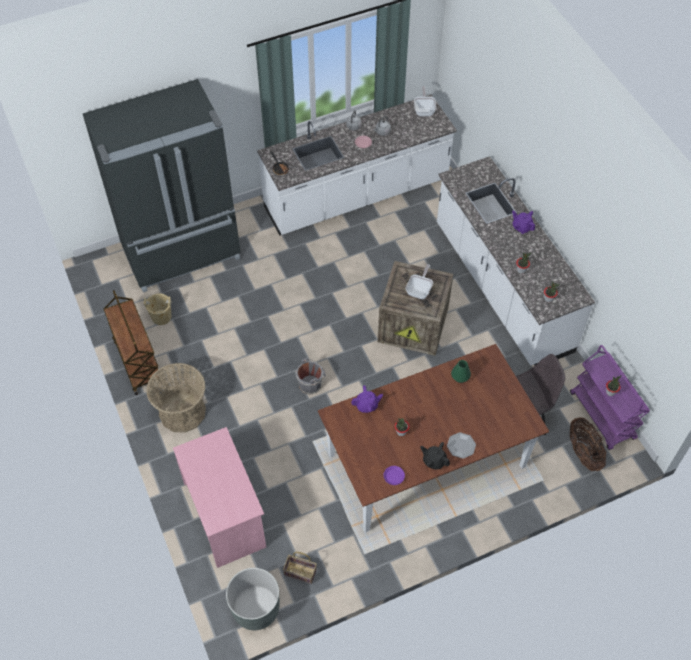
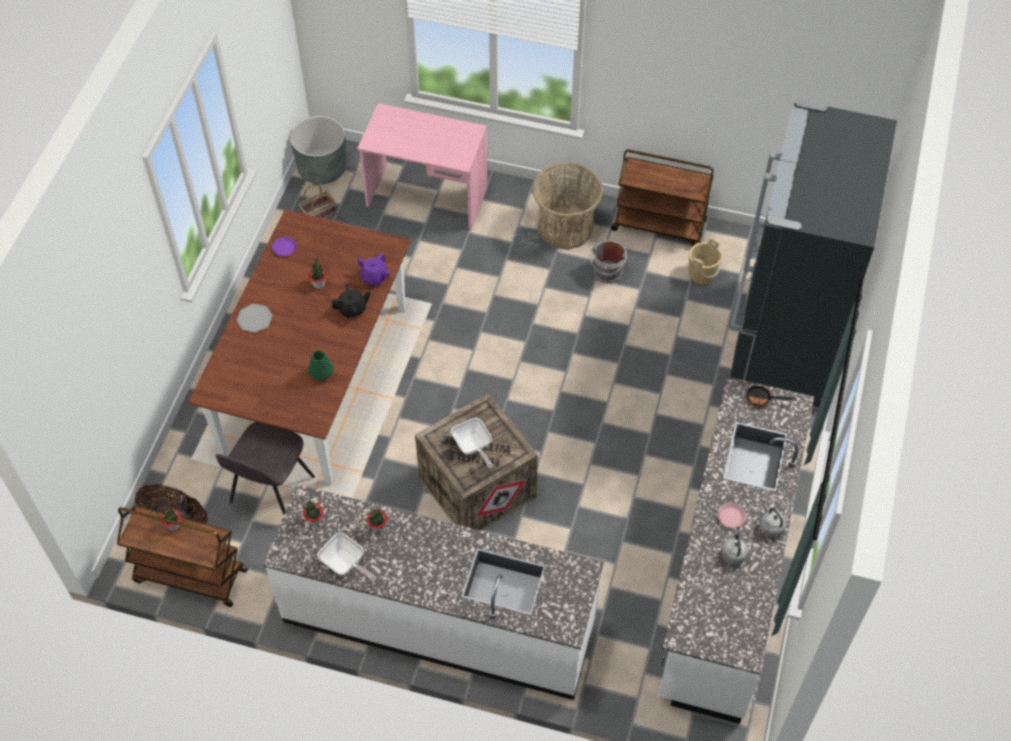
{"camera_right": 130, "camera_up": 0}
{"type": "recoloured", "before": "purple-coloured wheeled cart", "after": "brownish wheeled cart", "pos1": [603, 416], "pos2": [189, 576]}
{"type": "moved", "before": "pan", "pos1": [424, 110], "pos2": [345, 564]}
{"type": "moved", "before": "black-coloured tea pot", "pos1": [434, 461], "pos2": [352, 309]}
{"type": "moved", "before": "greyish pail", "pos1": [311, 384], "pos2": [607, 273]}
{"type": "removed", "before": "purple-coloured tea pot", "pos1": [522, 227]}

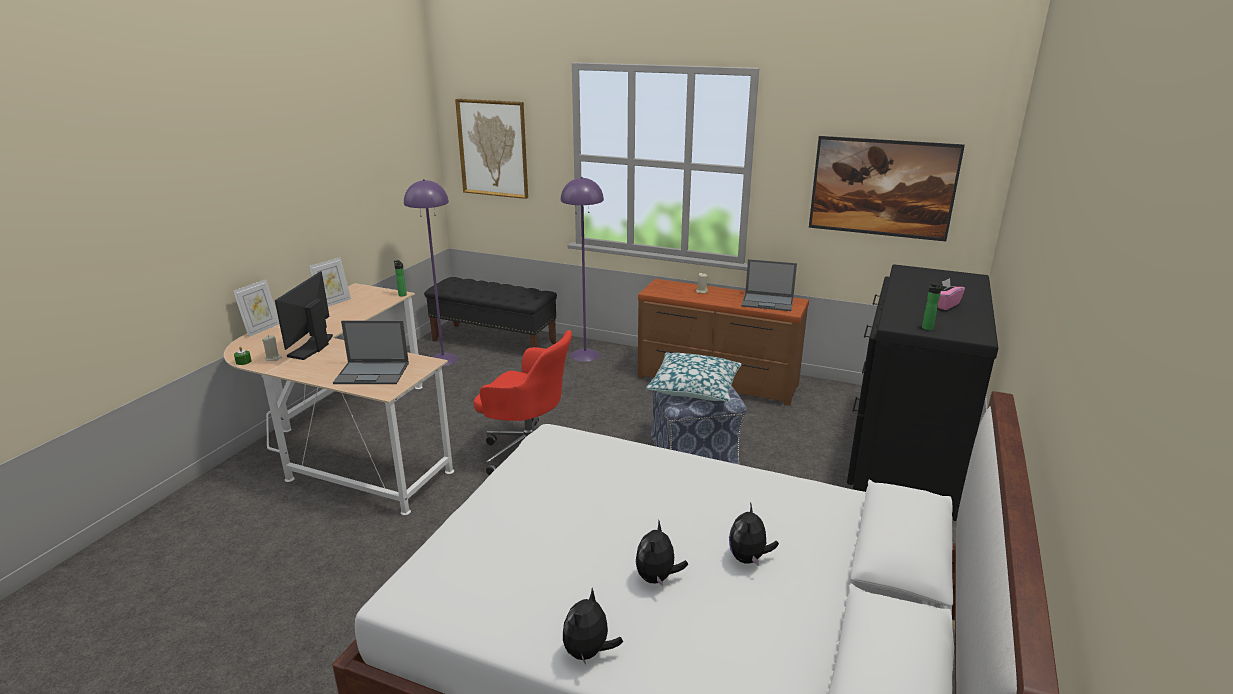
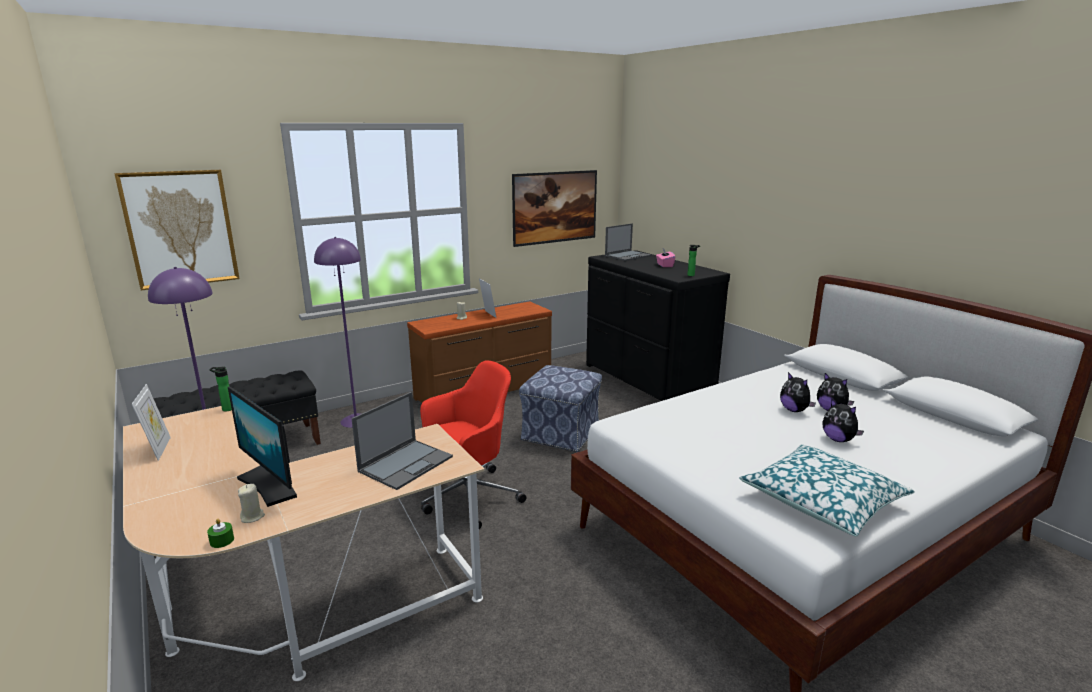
{"camera_right": -55, "camera_up": -5}
{"type": "moved", "before": "photo frame", "pos1": [262, 329], "pos2": [488, 314]}
{"type": "moved", "before": "notebook computer", "pos1": [768, 302], "pos2": [628, 256]}
{"type": "moved", "before": "cushion", "pos1": [694, 387], "pos2": [822, 501]}
{"type": "moved", "before": "cuddly toy", "pos1": [588, 652], "pos2": [794, 410]}

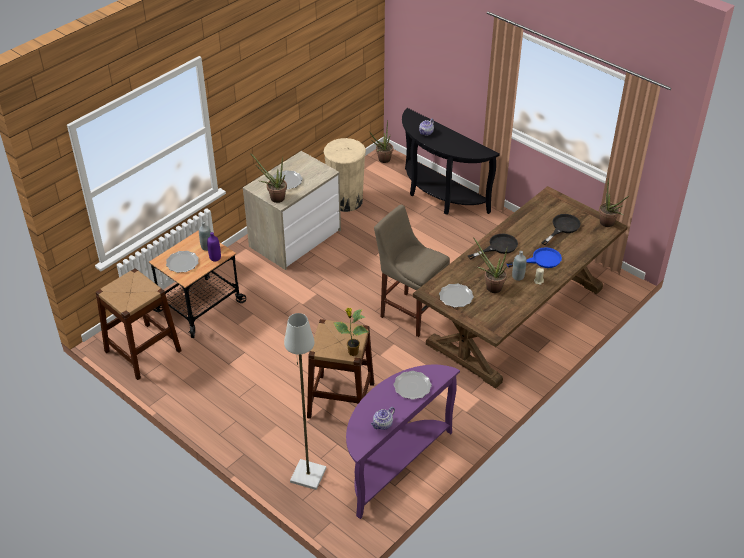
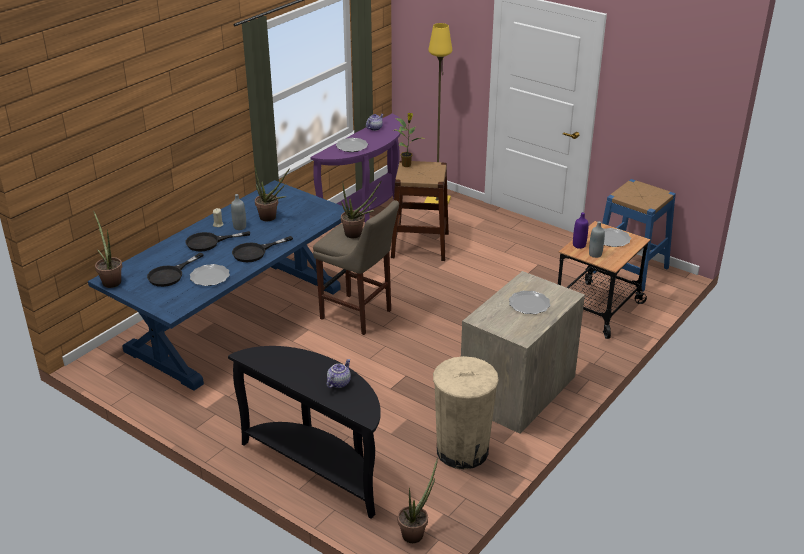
{"camera_right": 175, "camera_up": -10}
{"type": "recoloured", "before": "brownish dining table", "after": "blue-coloured dining table", "pos1": [516, 315], "pos2": [237, 319]}
{"type": "recoloured", "before": "blue-coloured pan", "after": "black-coloured pan", "pos1": [541, 260], "pos2": [209, 242]}
{"type": "moved", "before": "plate", "pos1": [456, 296], "pos2": [210, 277]}
{"type": "moved", "before": "plant in a pot", "pos1": [274, 198], "pos2": [357, 234]}
{"type": "recoloured", "before": "greyish floor lamp", "after": "yellowish floor lamp", "pos1": [307, 475], "pos2": [437, 202]}
{"type": "recoloured", "before": "brownish stool seat", "after": "blue-coloured stool seat", "pos1": [142, 351], "pos2": [630, 269]}

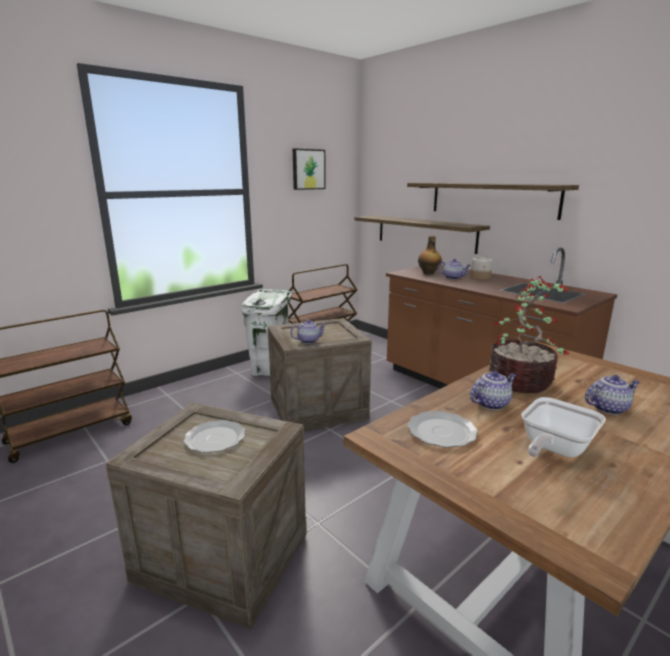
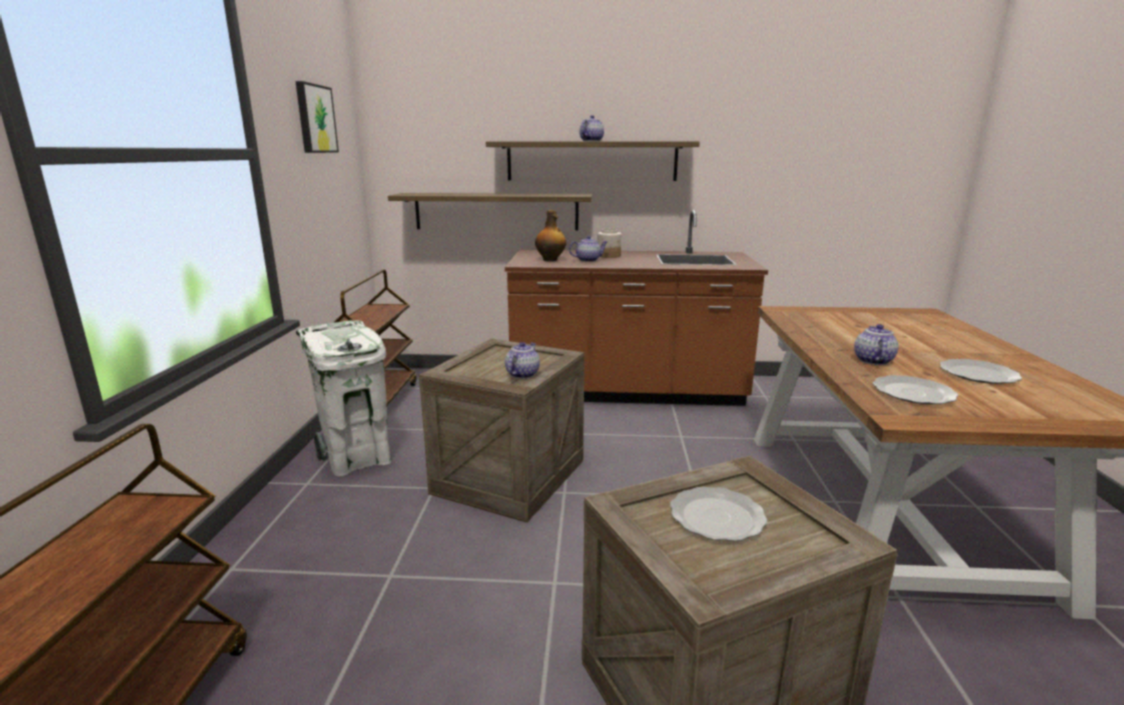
{"camera_right": -45, "camera_up": 0}
{"type": "moved", "before": "tea pot", "pos1": [608, 408], "pos2": [591, 141]}
{"type": "replaced", "before": "pan", "after": "plate", "pos1": [553, 449], "pos2": [978, 374]}
{"type": "removed", "before": "plant in a pot", "pos1": [521, 382]}

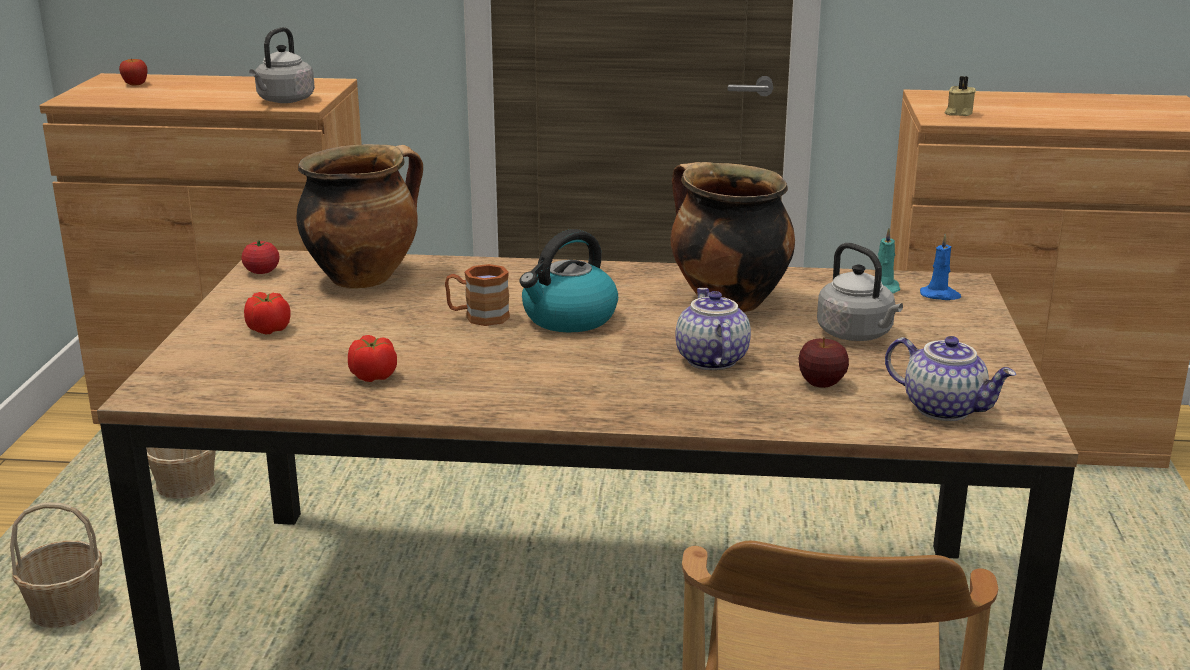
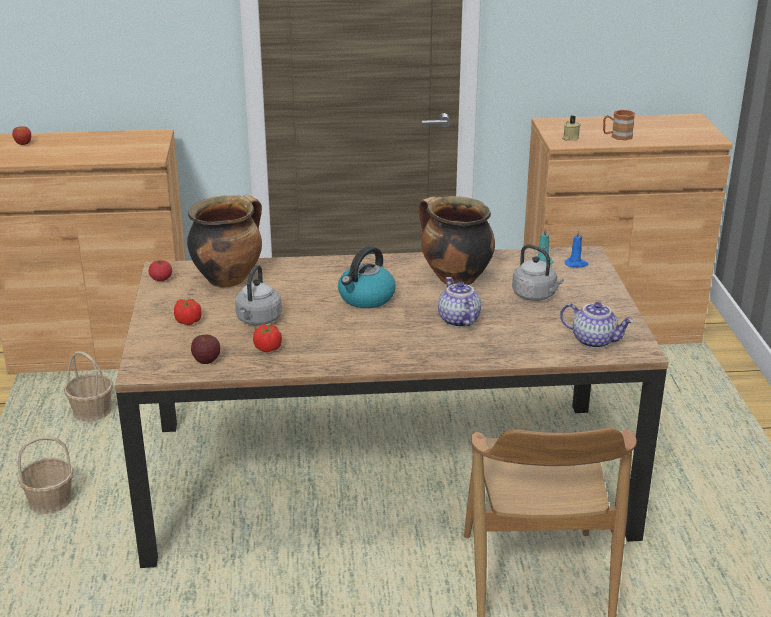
{"camera_right": -10, "camera_up": 5}
{"type": "moved", "before": "whole apple", "pos1": [821, 383], "pos2": [206, 360]}
{"type": "moved", "before": "greyish water kettle", "pos1": [284, 100], "pos2": [258, 320]}
{"type": "moved", "before": "brownish mug", "pos1": [478, 317], "pos2": [617, 136]}

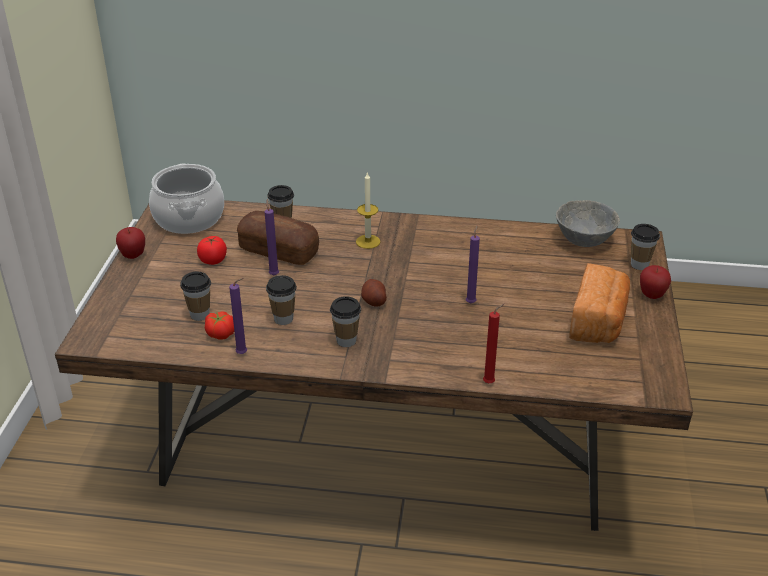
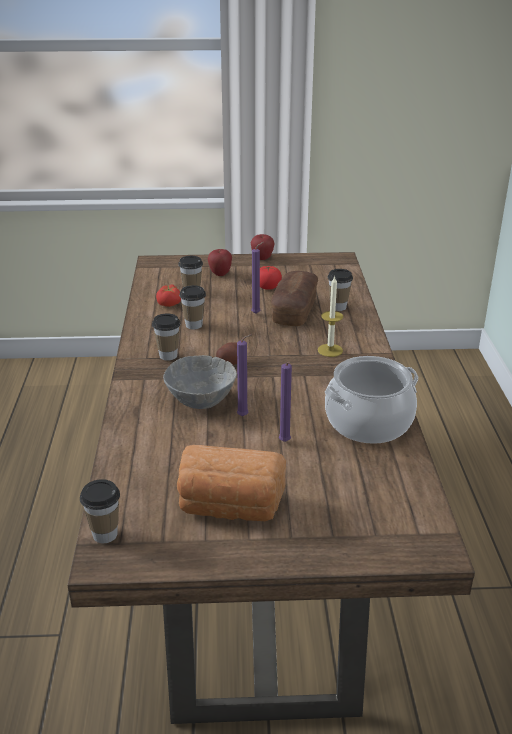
{"camera_right": 80, "camera_up": -5}
{"type": "moved", "before": "cup", "pos1": [639, 265], "pos2": [105, 534]}
{"type": "moved", "before": "greyish deep dish", "pos1": [584, 240], "pos2": [201, 400]}
{"type": "moved", "before": "whole apple", "pos1": [652, 295], "pos2": [220, 274]}
{"type": "moved", "before": "purple-coloured wax candle", "pos1": [243, 354], "pos2": [285, 443]}
{"type": "moved", "before": "saucepot", "pos1": [188, 218], "pos2": [368, 422]}
{"type": "removed", "before": "red-coloured wax candle", "pos1": [490, 382]}

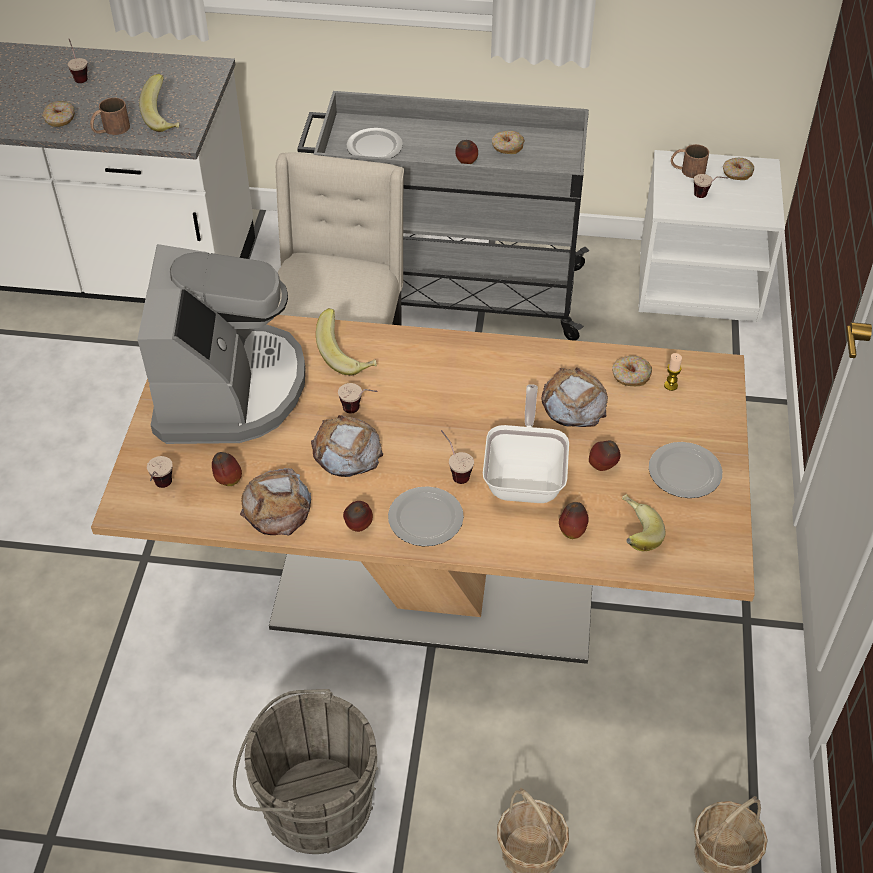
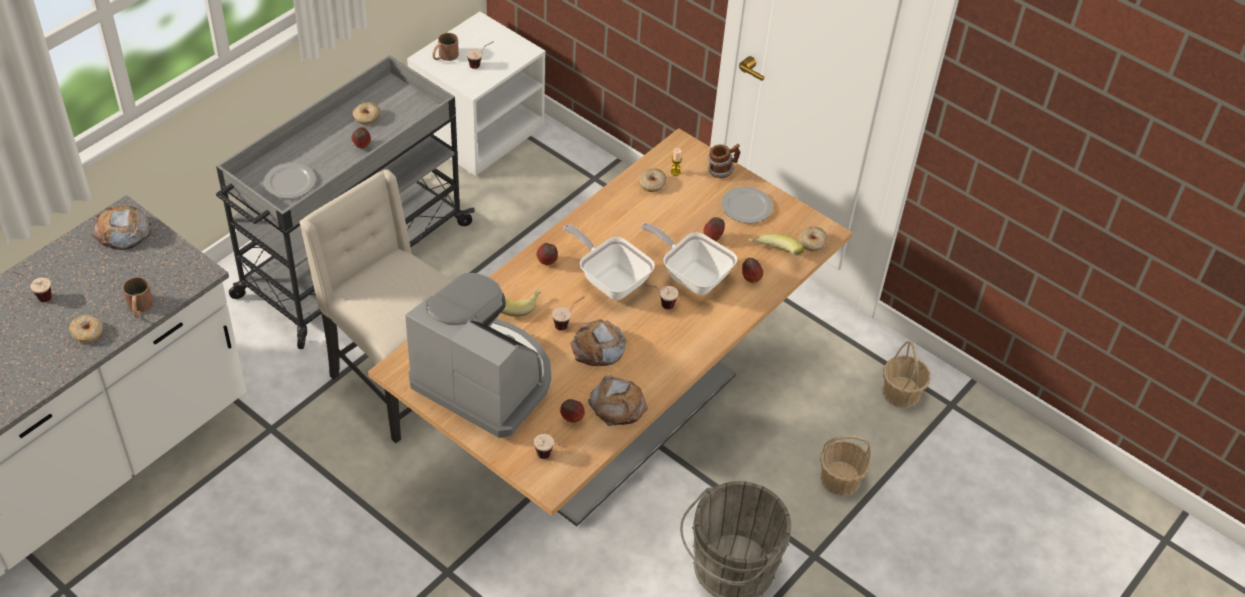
{"camera_right": -60, "camera_up": 0}
{"type": "moved", "before": "baked bread", "pos1": [573, 403], "pos2": [122, 232]}
{"type": "moved", "before": "whole apple", "pos1": [358, 527], "pos2": [547, 262]}
{"type": "added", "after": "pan", "pos2": [610, 280]}
{"type": "added", "after": "mug", "pos2": [722, 170]}
{"type": "moved", "before": "doughnut", "pos1": [737, 173], "pos2": [812, 243]}
{"type": "removed", "before": "banana fruit", "pos1": [166, 119]}
{"type": "removed", "before": "plate", "pos1": [427, 519]}

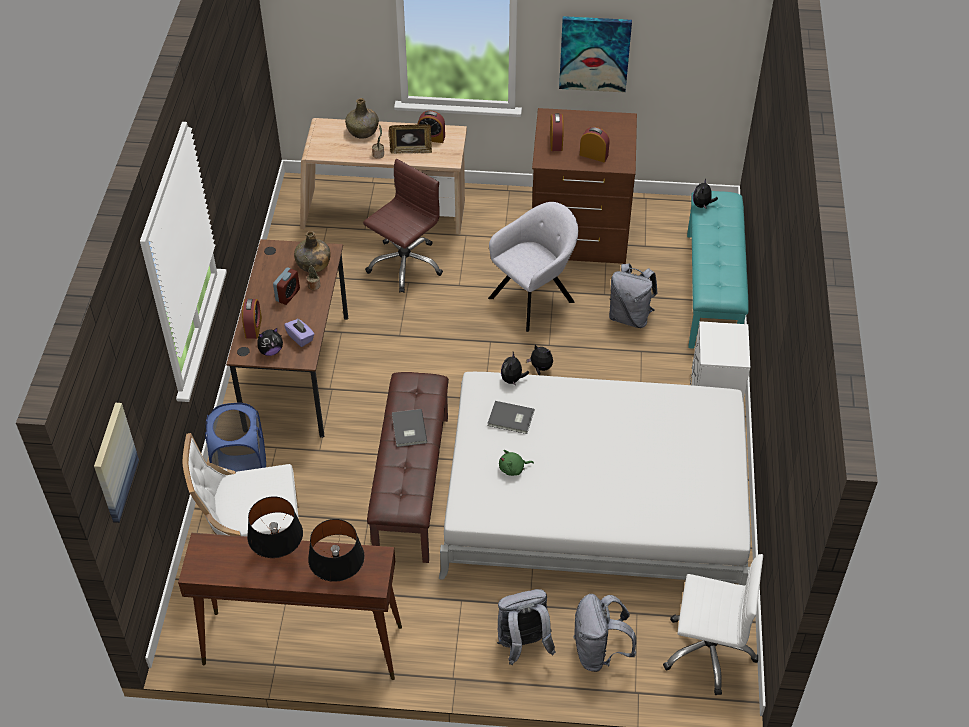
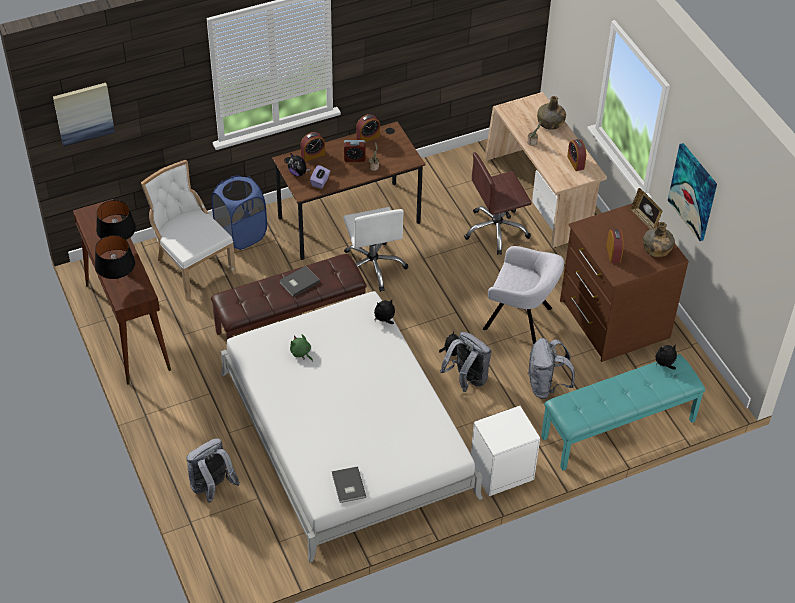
{"camera_right": 60, "camera_up": 0}
{"type": "moved", "before": "greyish bound book", "pos1": [511, 419], "pos2": [348, 486]}
{"type": "moved", "before": "whitish computer chair", "pos1": [708, 650], "pos2": [373, 267]}
{"type": "moved", "before": "bedside clock", "pos1": [556, 142], "pos2": [368, 137]}
{"type": "moved", "before": "greyish rucksack", "pos1": [523, 645], "pos2": [466, 380]}
{"type": "turned", "before": "brownish computer chair", "pos1": [405, 264], "pos2": [496, 230], "turn": 150}
{"type": "moved", "before": "photo frame", "pos1": [411, 150], "pos2": [645, 220]}
{"type": "moved", "before": "greenish beverage bottle", "pos1": [313, 264], "pos2": [656, 249]}

